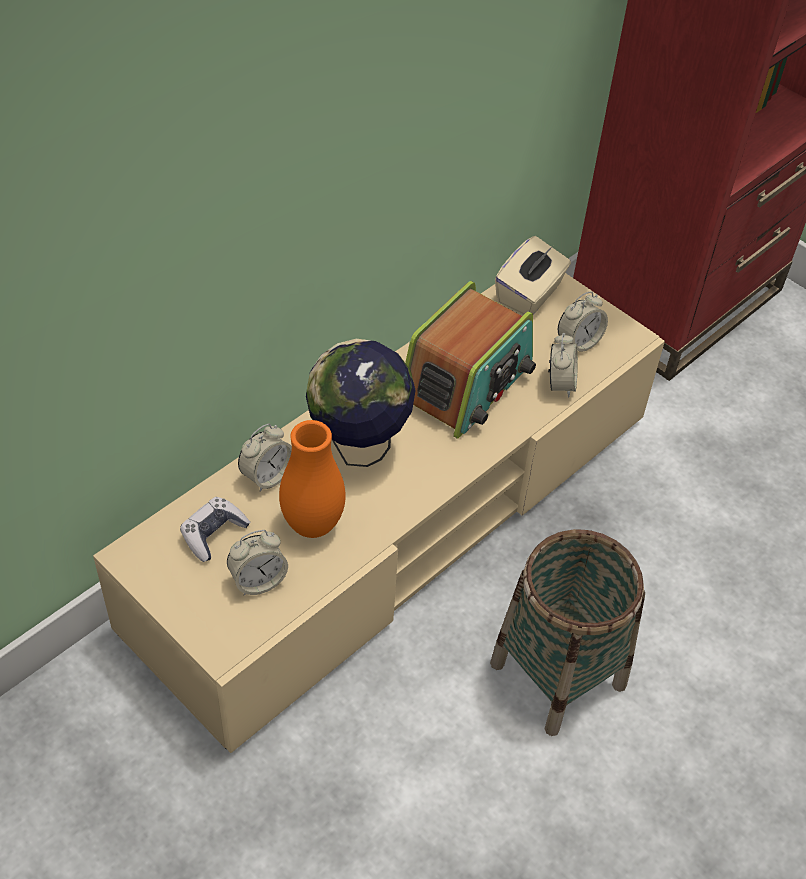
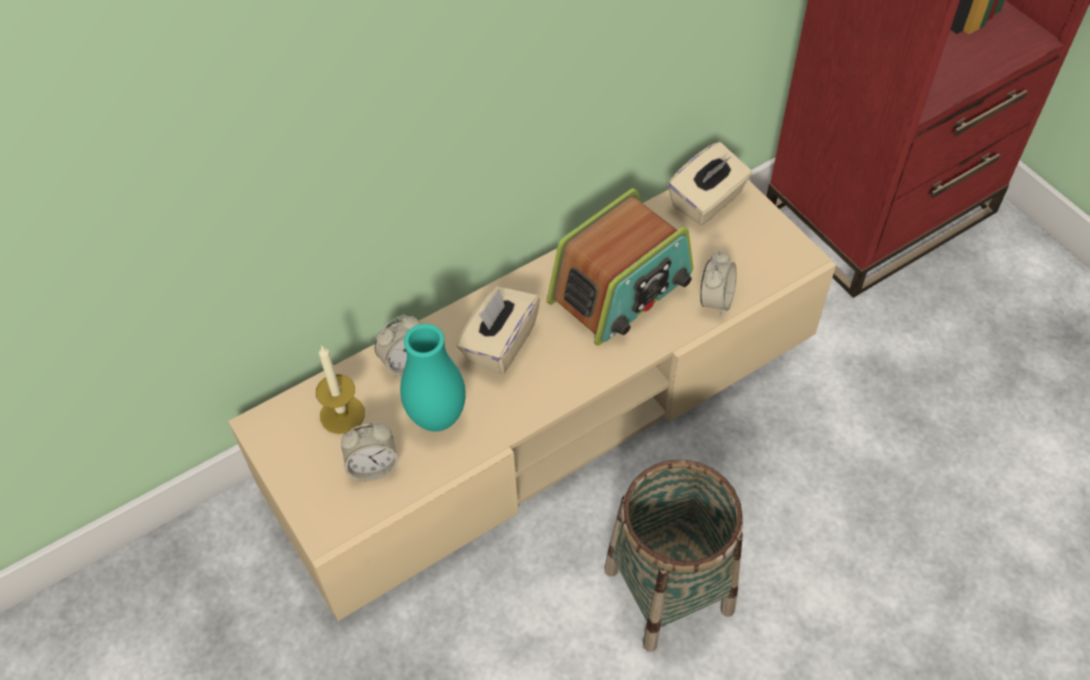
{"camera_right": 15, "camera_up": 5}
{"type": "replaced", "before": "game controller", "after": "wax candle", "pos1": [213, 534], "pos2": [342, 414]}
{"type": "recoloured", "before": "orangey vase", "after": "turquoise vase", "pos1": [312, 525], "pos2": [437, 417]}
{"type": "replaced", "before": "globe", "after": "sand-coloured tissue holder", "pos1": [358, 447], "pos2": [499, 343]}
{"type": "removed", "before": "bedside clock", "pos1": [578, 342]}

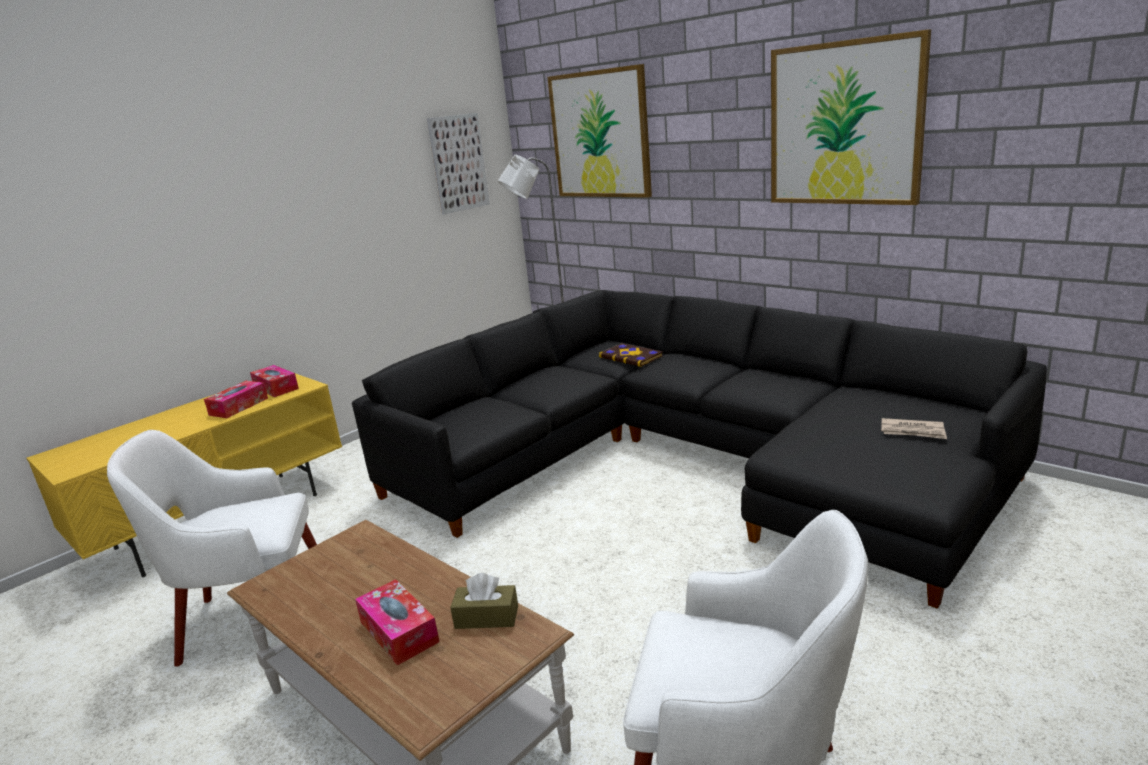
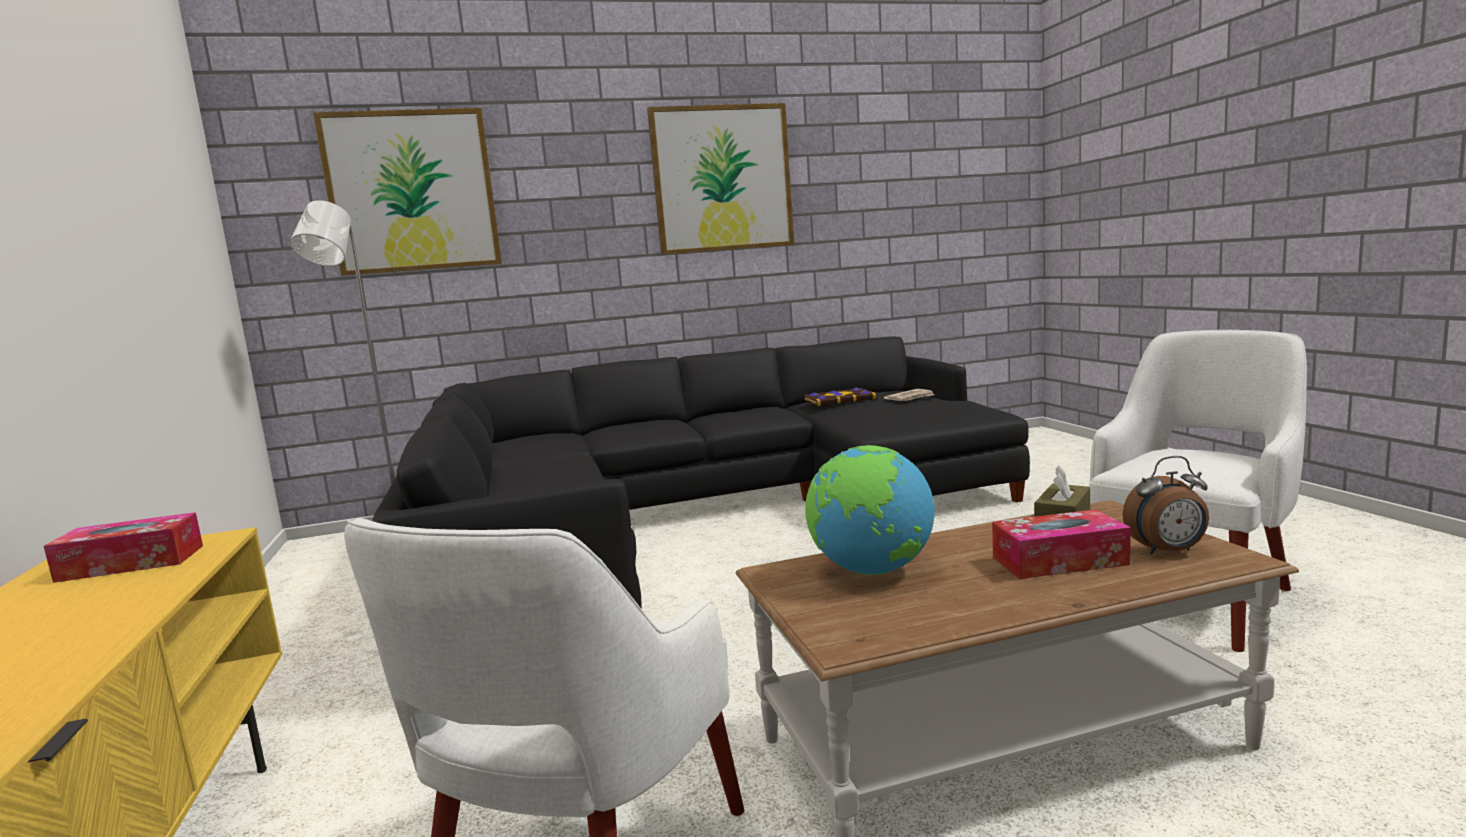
{"camera_right": -60, "camera_up": -10}
{"type": "moved", "before": "bound book", "pos1": [631, 356], "pos2": [839, 399]}
{"type": "added", "after": "globe", "pos2": [871, 570]}
{"type": "added", "after": "bedside clock", "pos2": [1168, 551]}
{"type": "removed", "before": "tissue holder", "pos1": [239, 406]}
{"type": "removed", "before": "wall art", "pos1": [458, 163]}

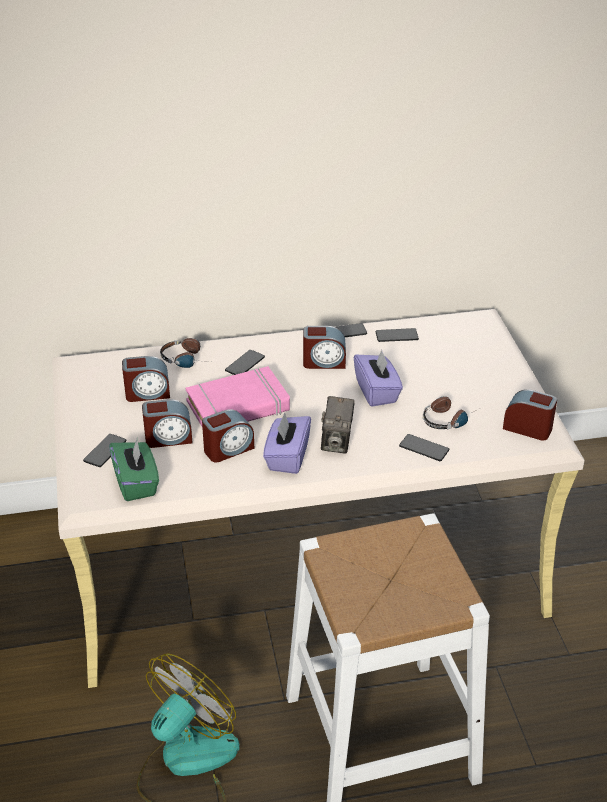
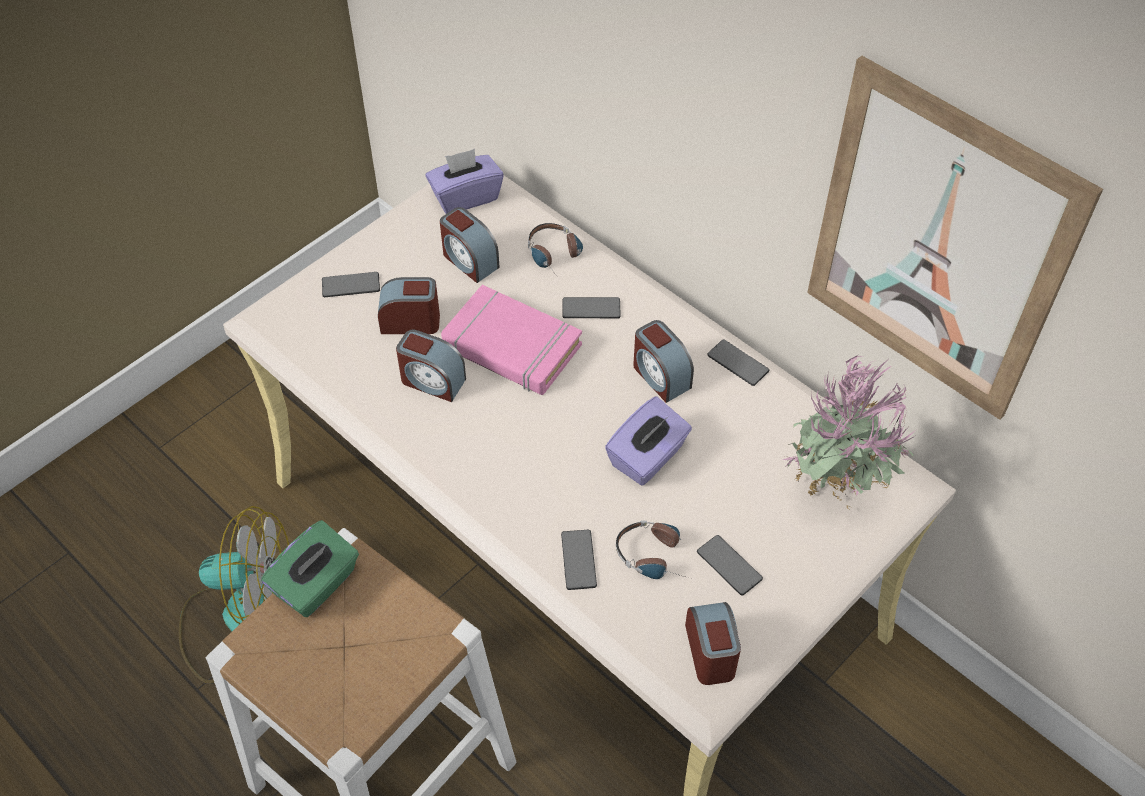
{"camera_right": 55, "camera_up": 15}
{"type": "moved", "before": "greenish tissue holder", "pos1": [136, 483], "pos2": [316, 584]}
{"type": "turned", "before": "bedside clock", "pos1": [168, 438], "pos2": [410, 321], "turn": 135}
{"type": "moved", "before": "purple-coloured tissue holder", "pos1": [287, 457], "pos2": [465, 197]}
{"type": "moved", "before": "telephone", "pos1": [396, 336], "pos2": [729, 566]}
{"type": "added", "after": "plant in a pot", "pos2": [835, 497]}
{"type": "added", "after": "wall art", "pos2": [937, 245]}
{"type": "removed", "before": "photo camera", "pos1": [337, 442]}

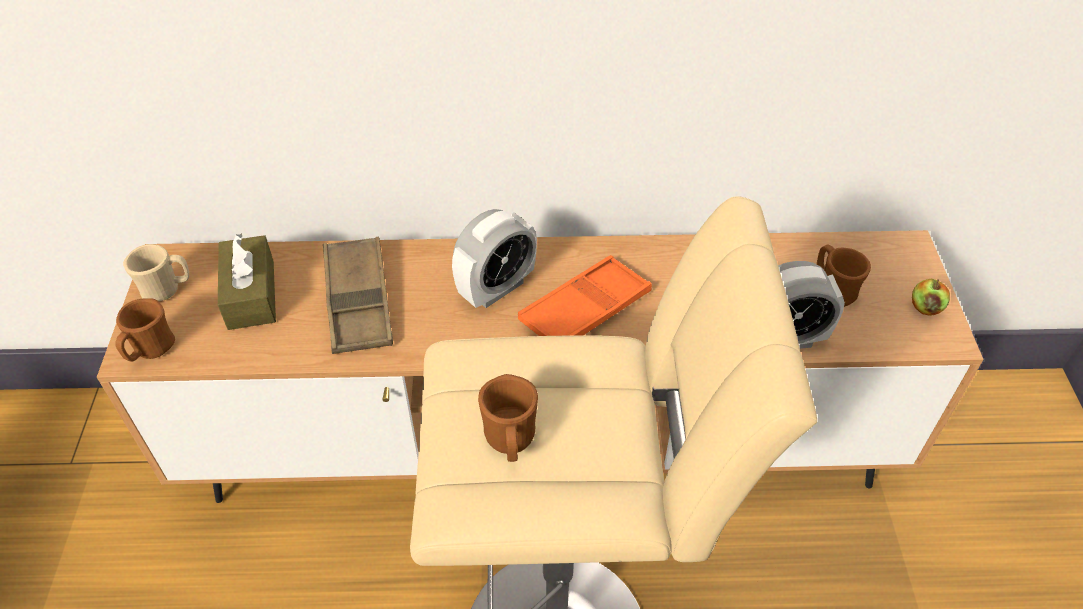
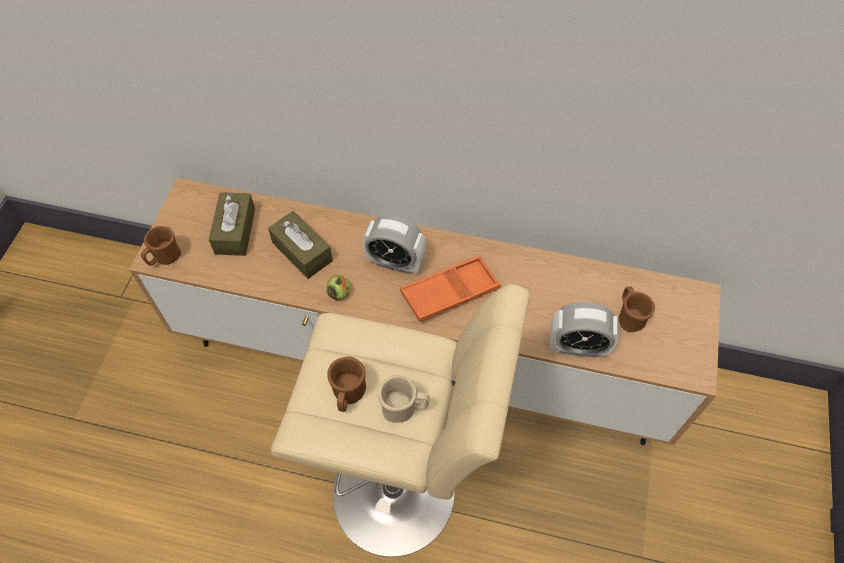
{"camera_right": 15, "camera_up": 10}
{"type": "replaced", "before": "brownish carrying tray", "after": "brownish tissue holder", "pos1": [358, 301], "pos2": [302, 251]}
{"type": "moved", "before": "whole apple", "pos1": [925, 307], "pos2": [339, 293]}
{"type": "turned", "before": "bedside clock", "pos1": [496, 288], "pos2": [395, 262], "turn": 45}
{"type": "moved", "before": "sand-coloured mug", "pos1": [167, 289], "pos2": [404, 409]}

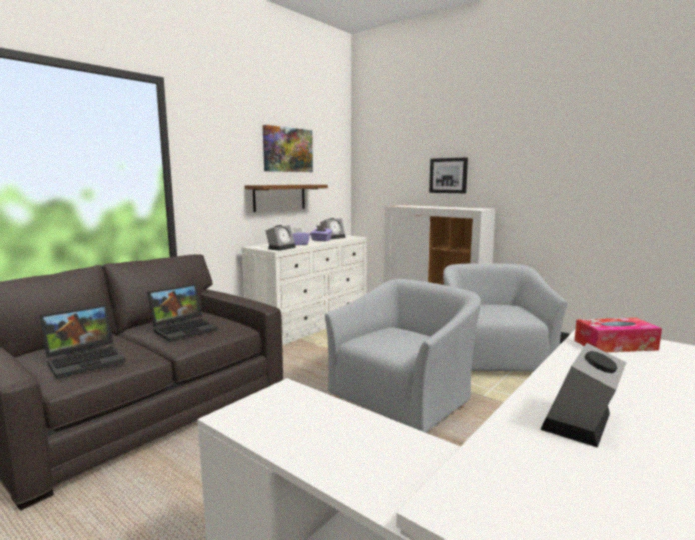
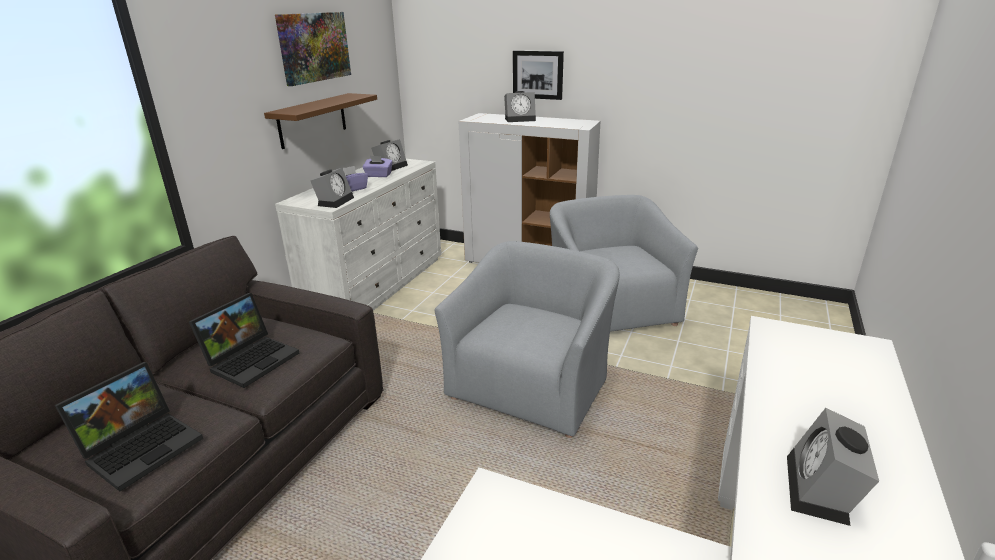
{"camera_right": -15, "camera_up": 15}
{"type": "added", "after": "bedside clock", "pos2": [521, 119]}
{"type": "removed", "before": "tissue holder", "pos1": [615, 345]}

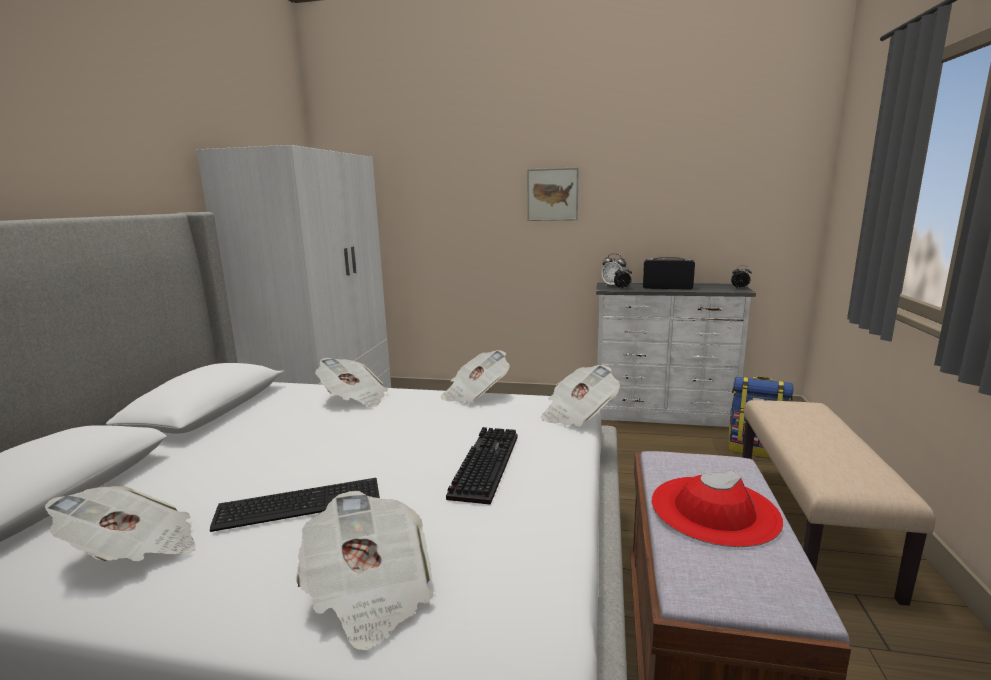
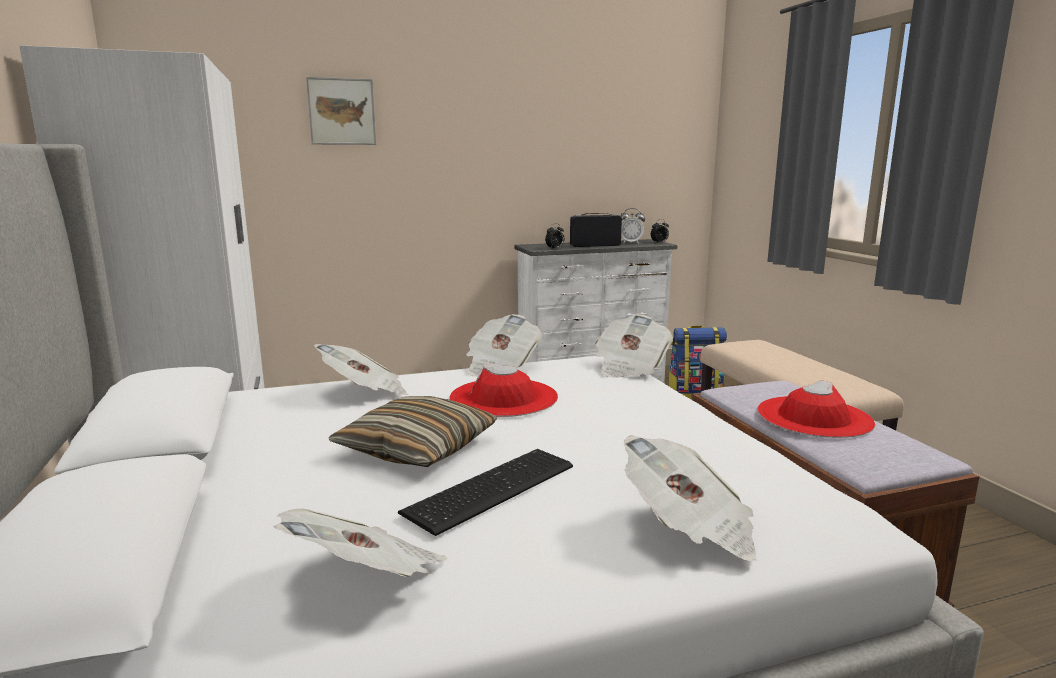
{"camera_right": -30, "camera_up": 0}
{"type": "moved", "before": "wall art", "pos1": [552, 194], "pos2": [341, 111]}
{"type": "added", "after": "cushion", "pos2": [417, 448]}
{"type": "added", "after": "red-coloured hat", "pos2": [504, 398]}
{"type": "moved", "before": "bedside clock", "pos1": [613, 286], "pos2": [631, 243]}
{"type": "removed", "before": "keyboard", "pos1": [483, 464]}

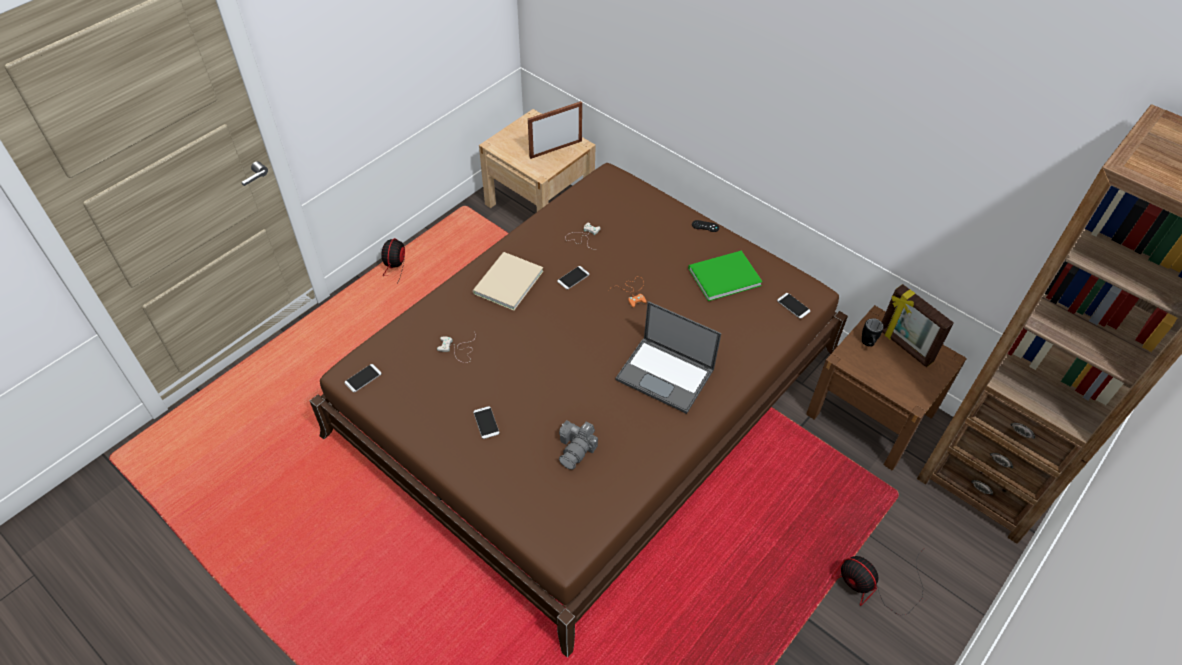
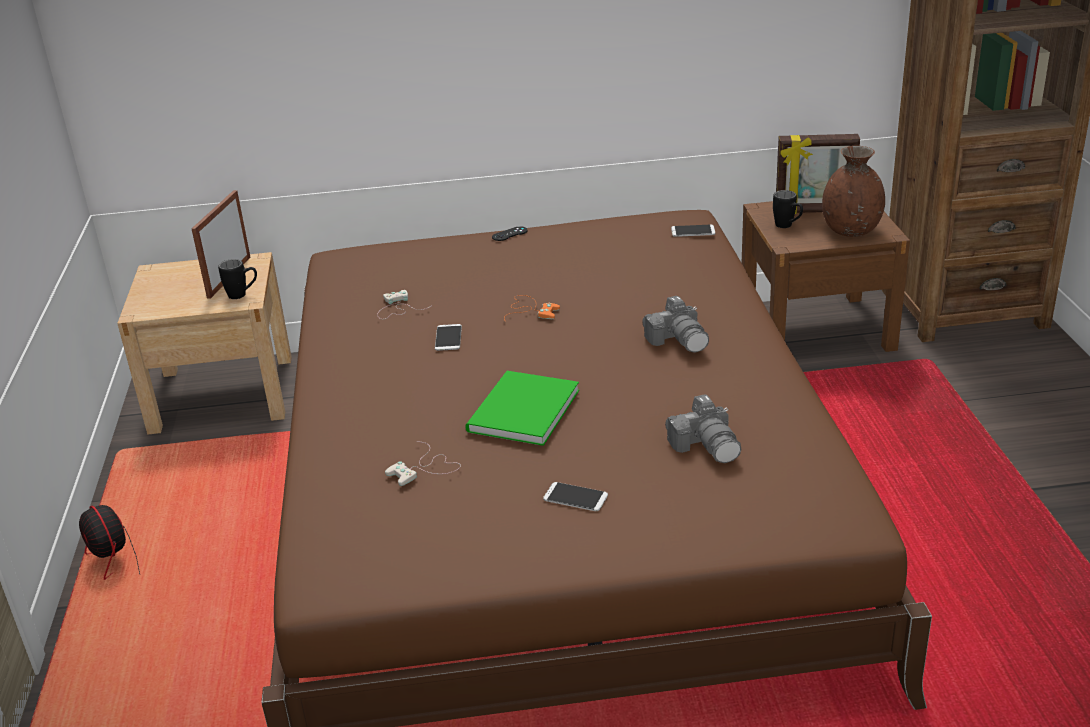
{"camera_right": -45, "camera_up": -20}
{"type": "added", "after": "black-coloured mug", "pos2": [243, 295]}
{"type": "moved", "before": "greenish bound book", "pos1": [722, 276], "pos2": [520, 412]}
{"type": "replaced", "before": "notebook computer", "after": "photo camera", "pos1": [666, 375], "pos2": [678, 340]}
{"type": "added", "after": "brownish vase", "pos2": [850, 231]}
{"type": "removed", "before": "telephone", "pos1": [363, 378]}
{"type": "removed", "before": "sand-coloured bound book", "pos1": [506, 283]}
{"type": "removed", "before": "fan", "pos1": [873, 586]}

